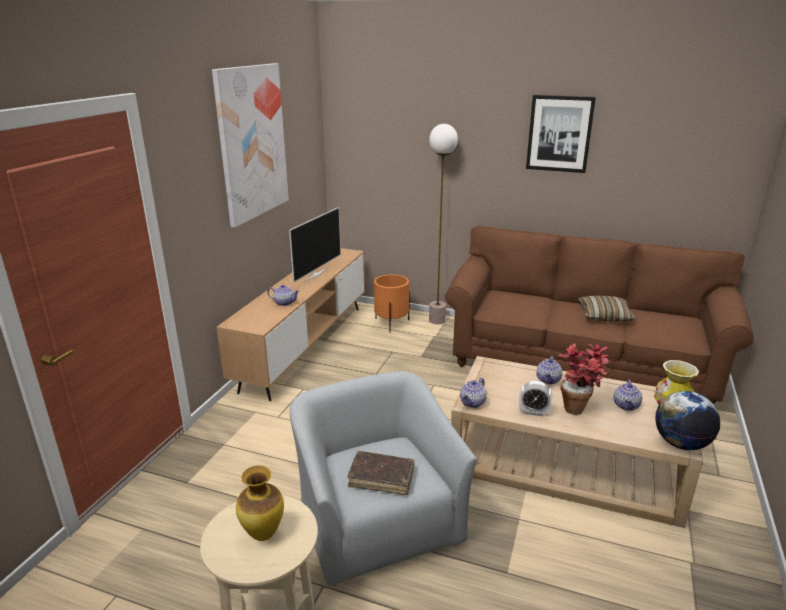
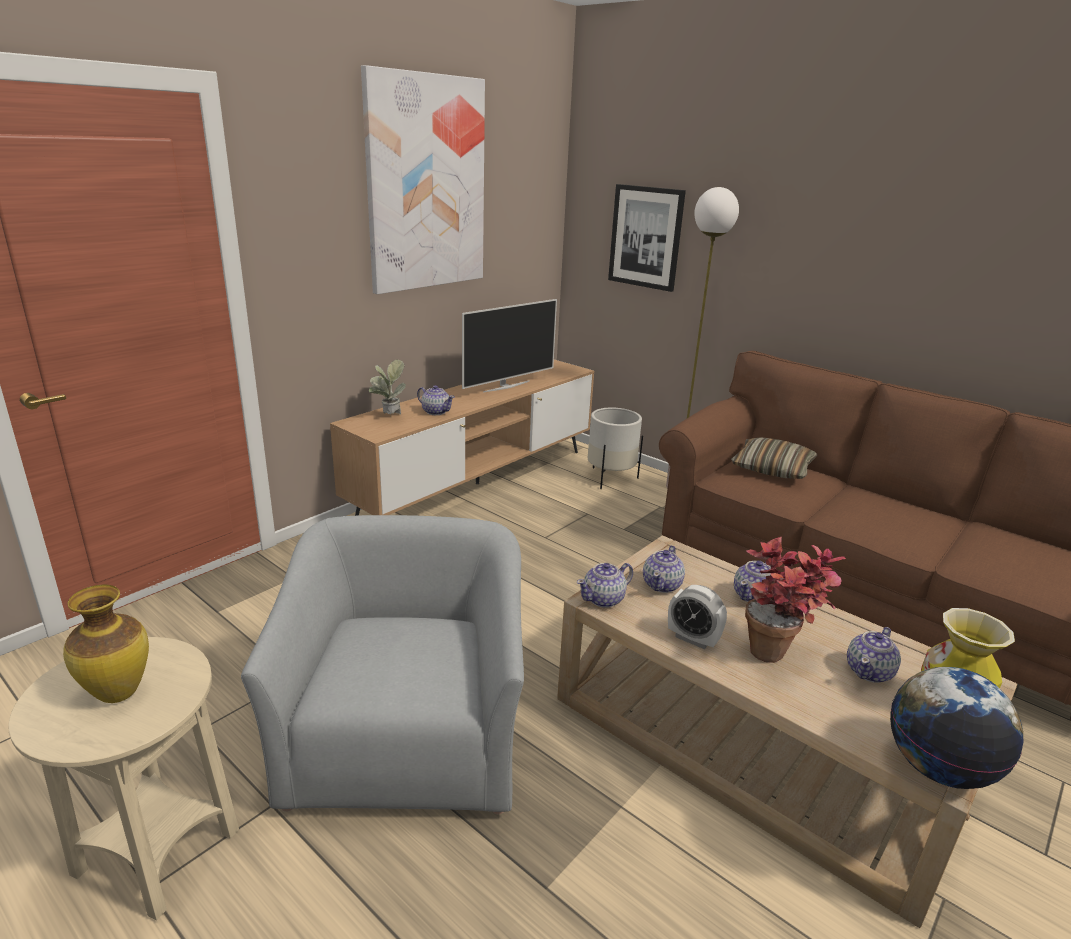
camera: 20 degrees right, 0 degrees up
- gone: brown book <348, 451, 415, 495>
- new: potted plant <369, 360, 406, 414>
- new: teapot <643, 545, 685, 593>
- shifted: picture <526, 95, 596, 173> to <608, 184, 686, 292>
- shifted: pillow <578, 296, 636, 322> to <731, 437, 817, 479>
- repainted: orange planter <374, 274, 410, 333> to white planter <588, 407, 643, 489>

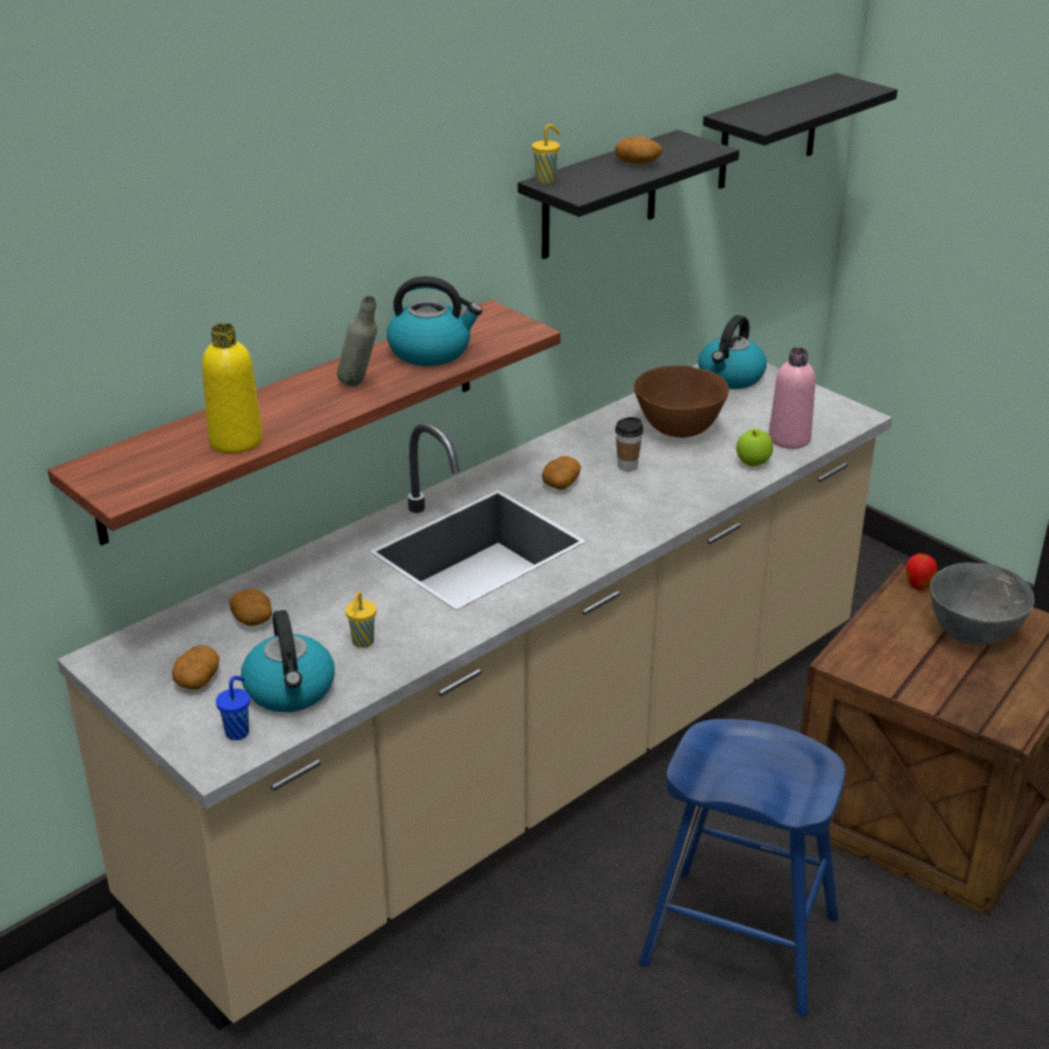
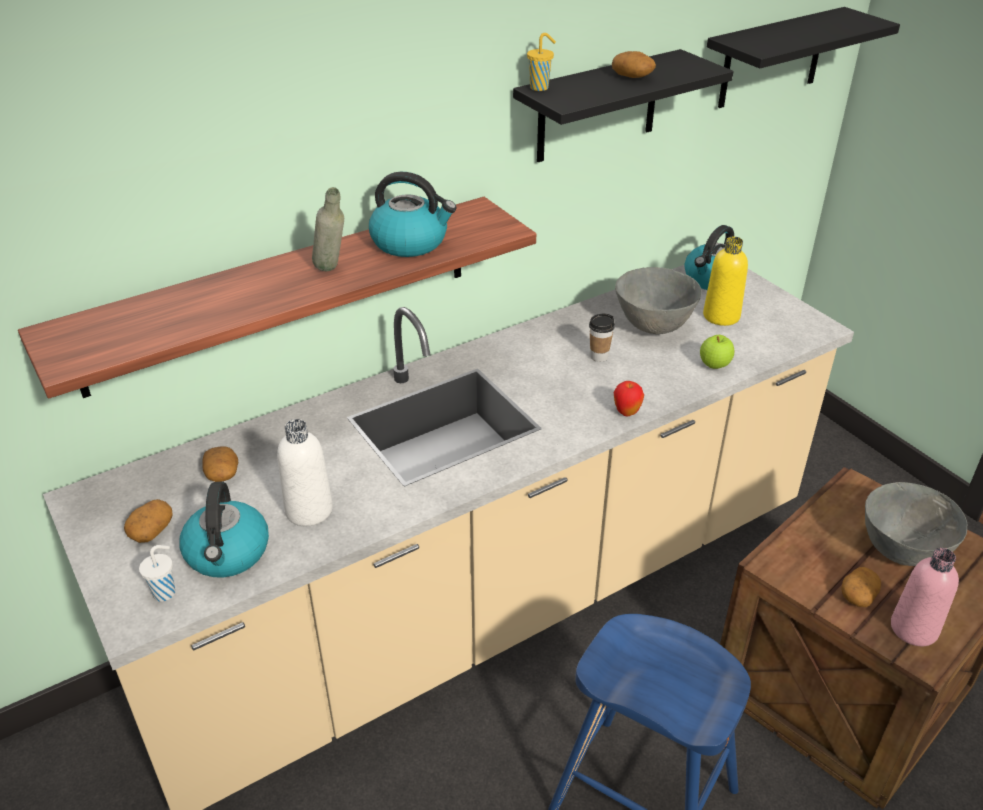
camera: 10 degrees right, 5 degrees up
- shifted: yellow bottle <202, 323, 263, 453> to <703, 237, 748, 326>
- shifted: potato <542, 456, 581, 490> to <841, 567, 881, 607>
- shifted: pink bottle <769, 347, 816, 449> to <891, 548, 959, 646>
- shifted: apple <906, 553, 937, 590> to <614, 381, 644, 416>
- swapped: yellow cup <345, 592, 377, 648> to white bottle <277, 419, 333, 526>
- repainted: blue cup <216, 676, 250, 740> to white cup <139, 545, 175, 602>
- repainted: brown bowl <634, 365, 729, 438> to grey bowl <615, 267, 702, 334>

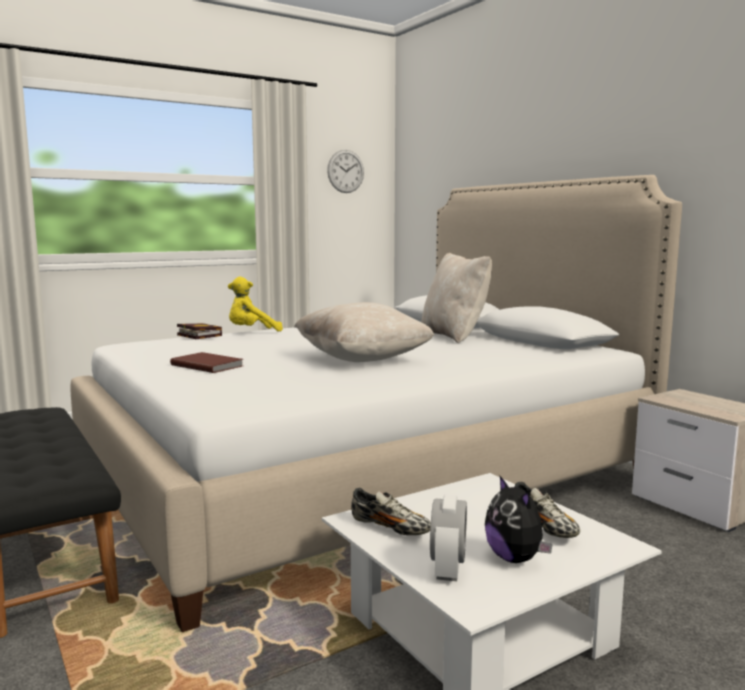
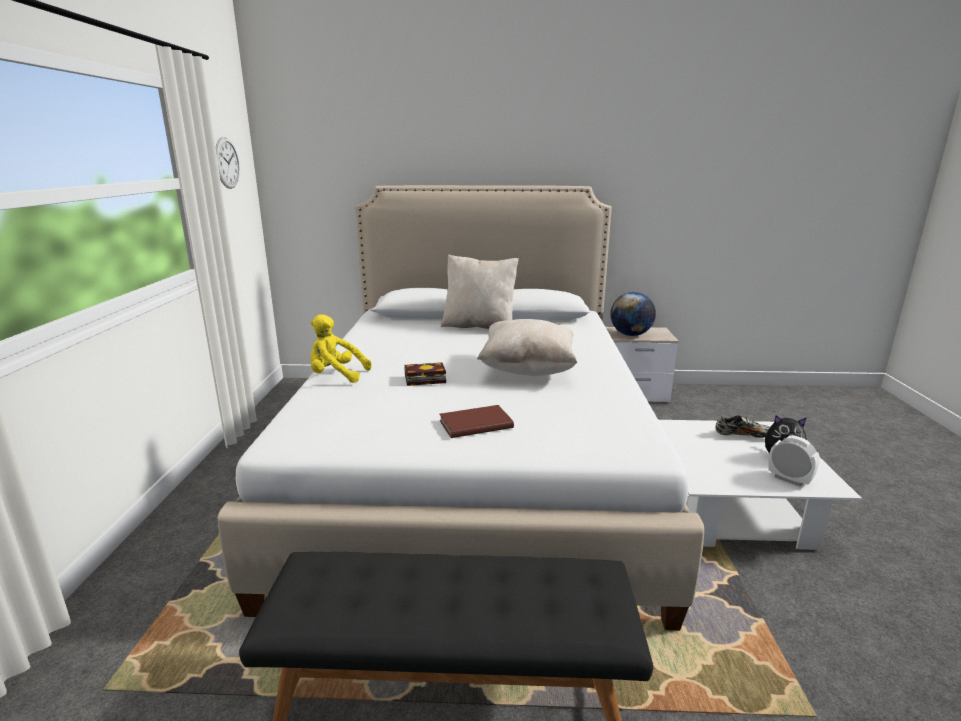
camera: 55 degrees left, 10 degrees up
- gone: shoe <351, 488, 431, 535>
- new: globe <610, 292, 656, 336>
- shifted: book <177, 323, 222, 339> to <404, 362, 446, 386>
- rotated: yellow plush toy <228, 277, 283, 332> = <311, 314, 372, 383> 90 degrees clockwise

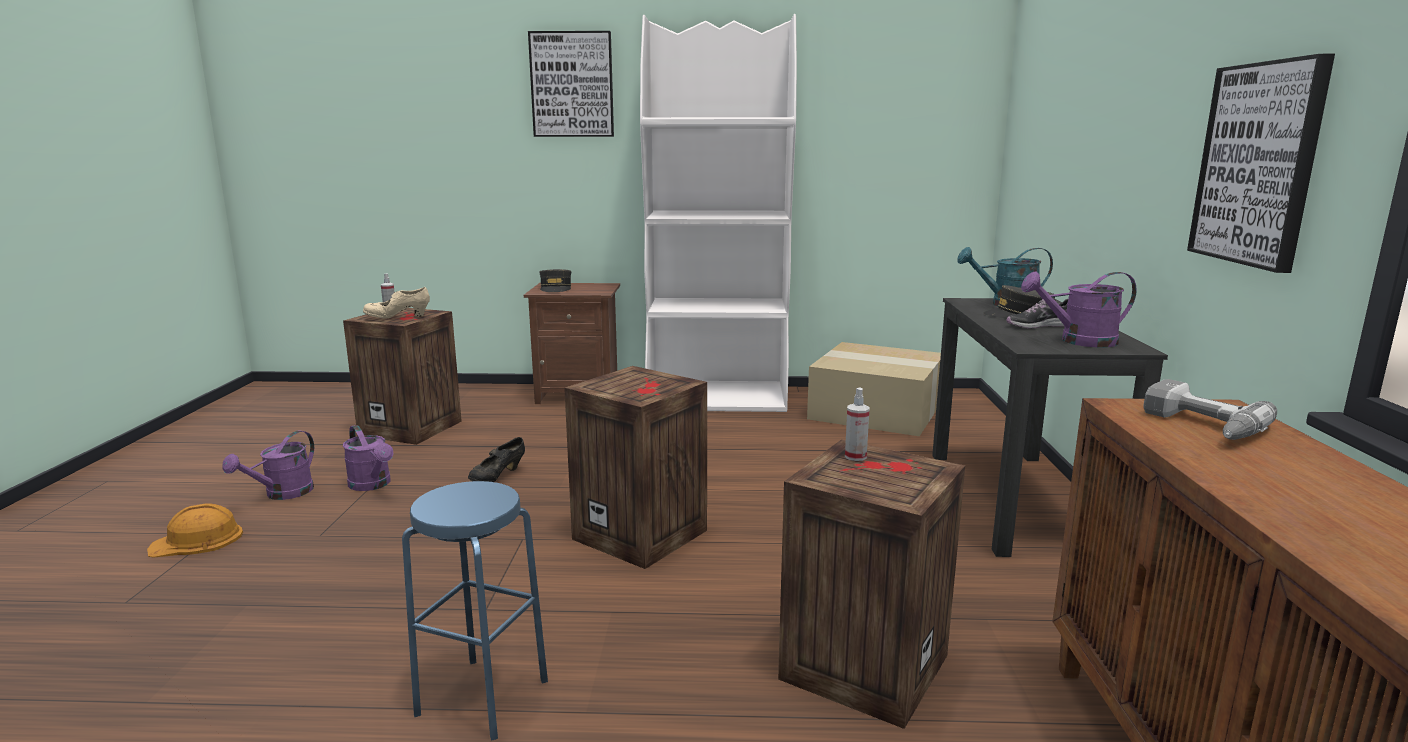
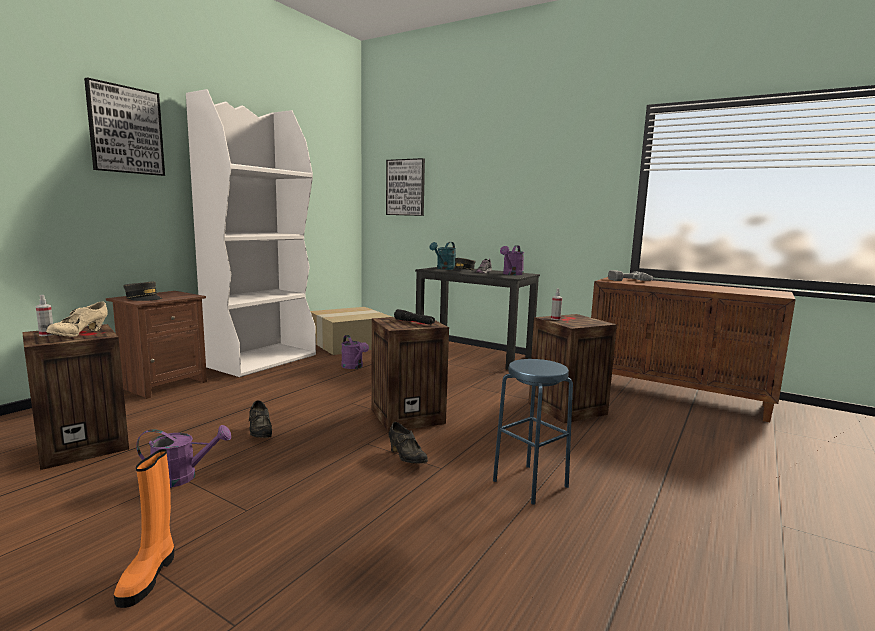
camera: 60 degrees left, 5 degrees down
- new: black shoe <389, 422, 428, 464>
- new: black flashlight <394, 309, 435, 325>
- shifted: purple watering can <222, 430, 314, 500> to <341, 335, 369, 369>
- shifted: picture <1187, 54, 1335, 273> to <386, 158, 425, 216>
- swapped: orange hard hat <147, 503, 243, 558> to orange boot <114, 449, 174, 608>

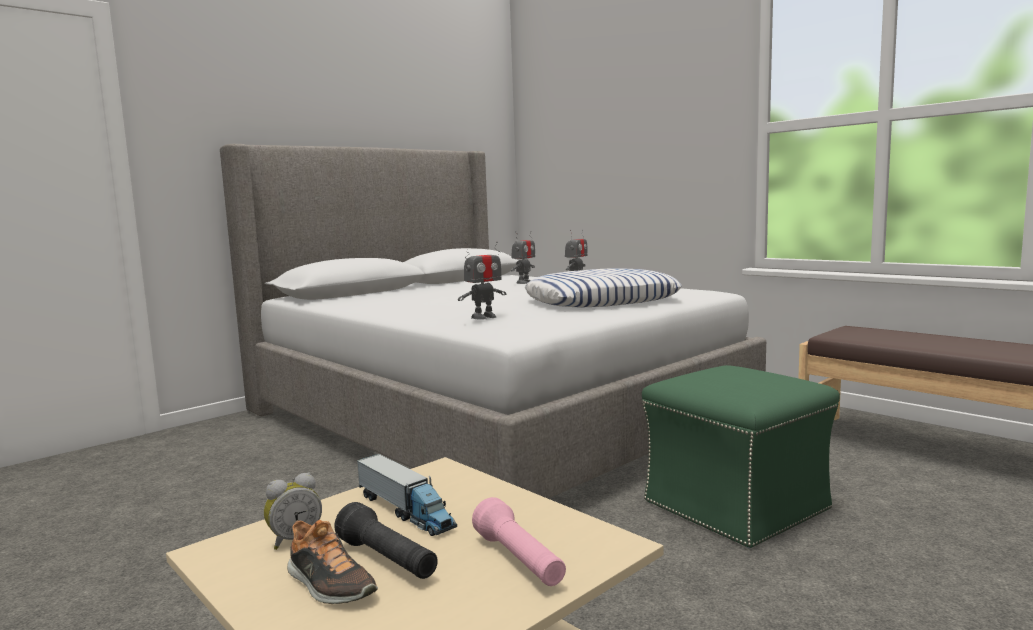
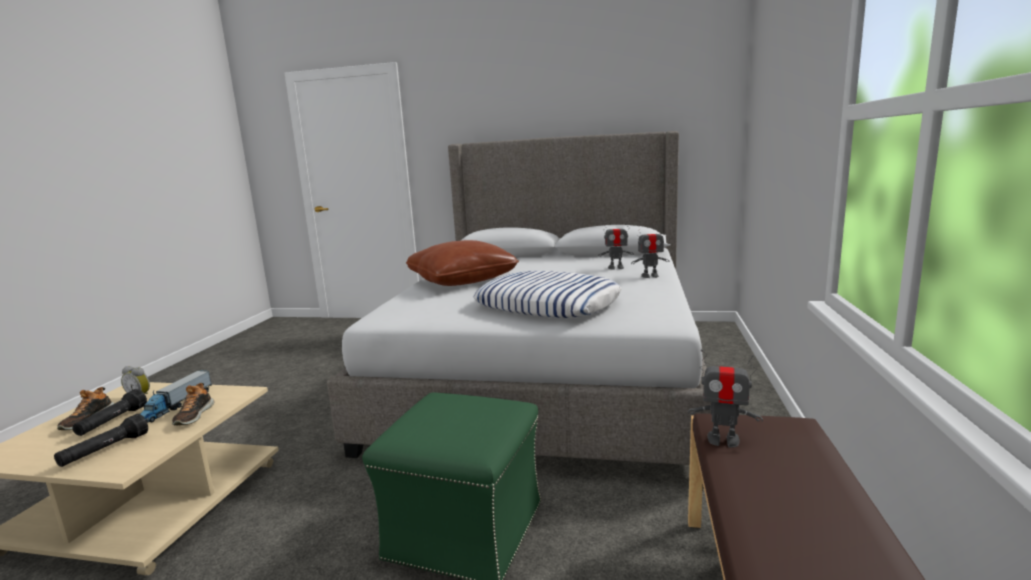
camera: 55 degrees right, 5 degrees up
- new: shoe <172, 383, 214, 425>
- new: brown pillow <406, 240, 519, 286>
- shifted: toy robot <458, 241, 507, 320> to <688, 349, 763, 447>
- repainted: pink flashlight <472, 497, 566, 586> to black flashlight <54, 414, 148, 467>

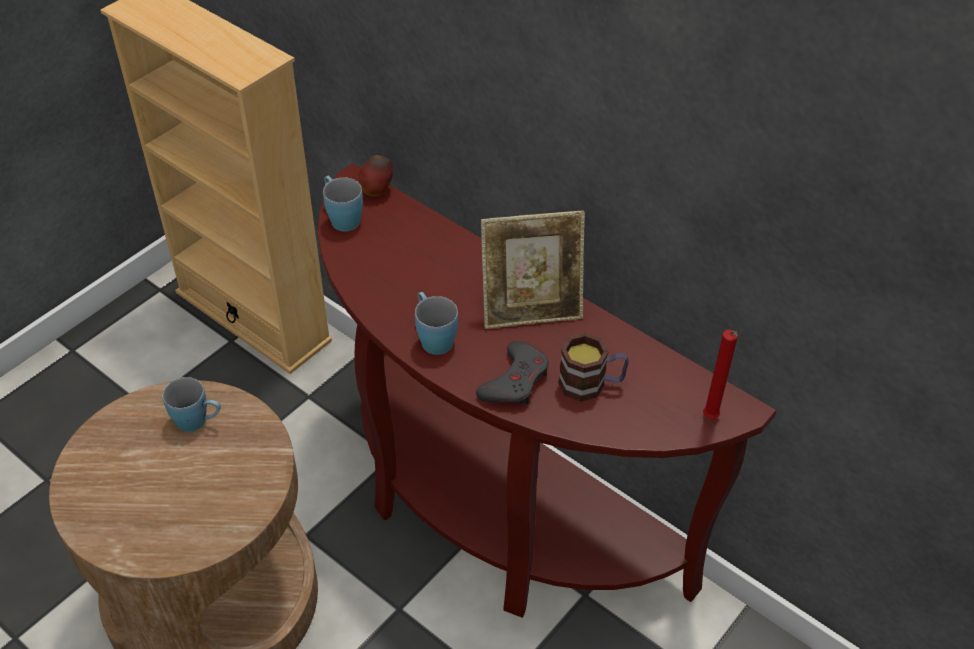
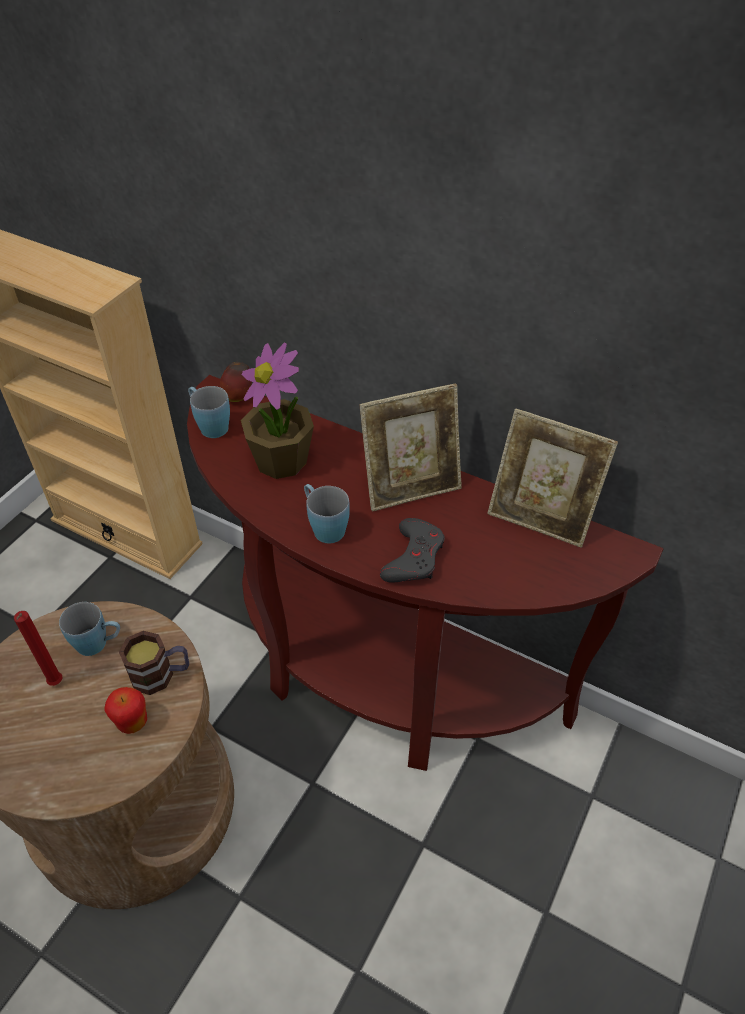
camera: 10 degrees left, 0 degrees up
- new: apple <104, 687, 147, 734>
- new: potted plant <241, 343, 314, 479>
- new: picture frame <487, 408, 618, 548>
- shifted: mug <558, 333, 629, 402> to <119, 631, 189, 695>
- shifted: red candle <703, 330, 738, 419> to <14, 611, 63, 686>

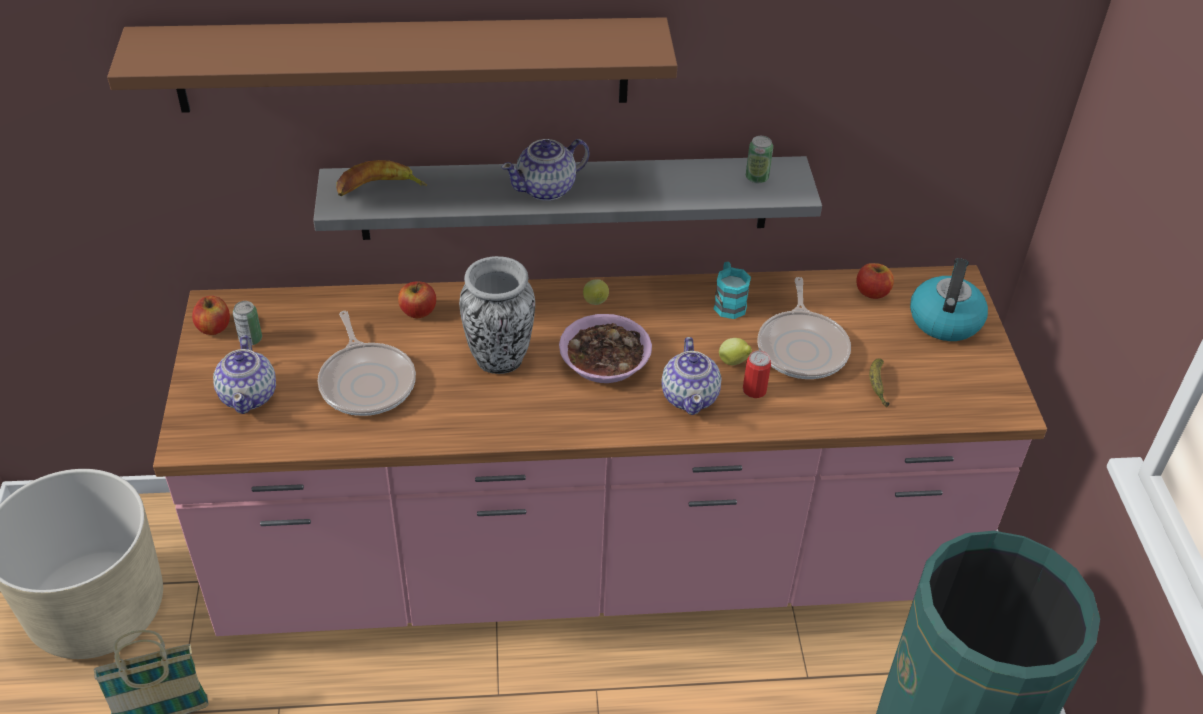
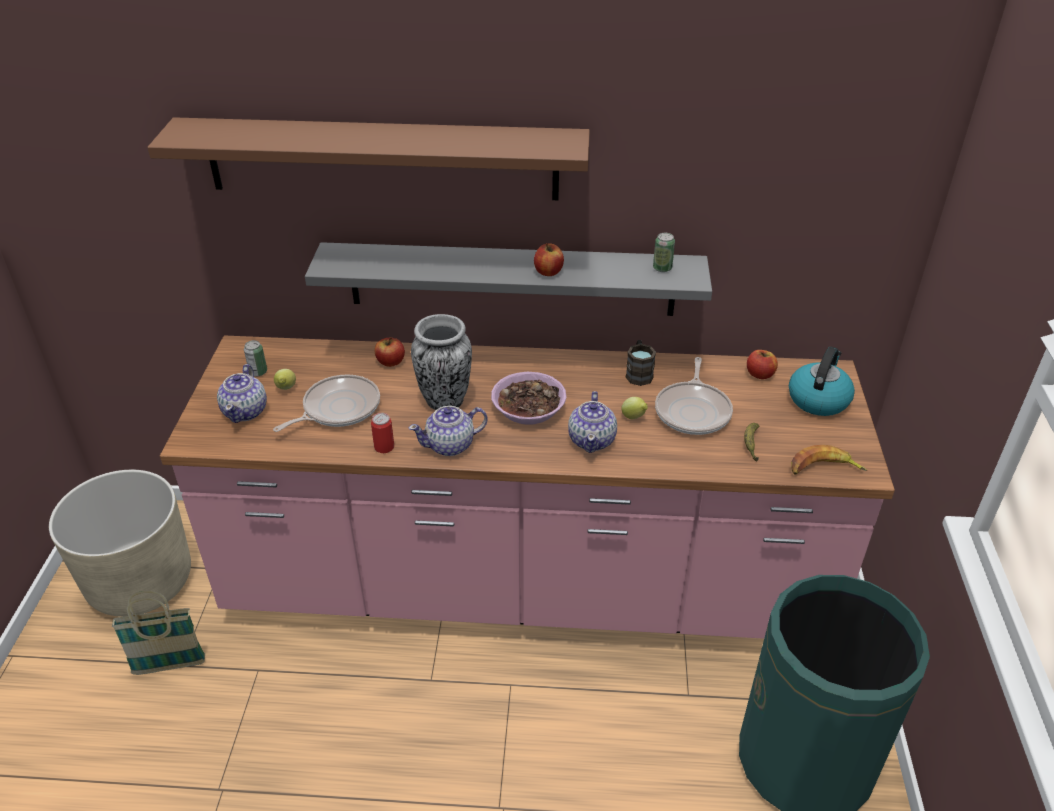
camera: 10 degrees right, 5 degrees down
- shifted: apple <192, 296, 230, 335> to <534, 243, 564, 276>
- shifted: banana <336, 160, 427, 196> to <791, 445, 867, 475>
- shifted: teapot <501, 139, 589, 201> to <408, 406, 488, 456>
- shifted: lemon <583, 279, 609, 305> to <274, 369, 296, 390>
- shifted: can <743, 351, 771, 398> to <371, 413, 394, 453>
- repainted: turquoise mug <714, 262, 751, 319> to brown mug <626, 340, 656, 386>
- rotated: frying pan <318, 311, 416, 416> = <273, 374, 380, 432> 120 degrees counterclockwise

